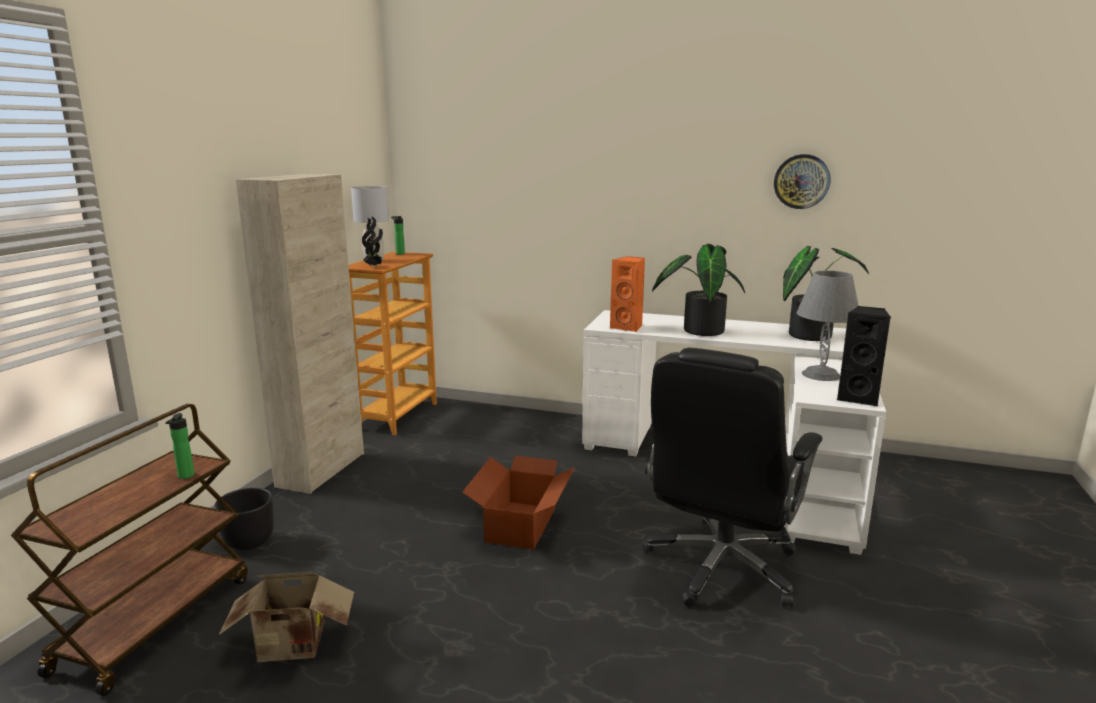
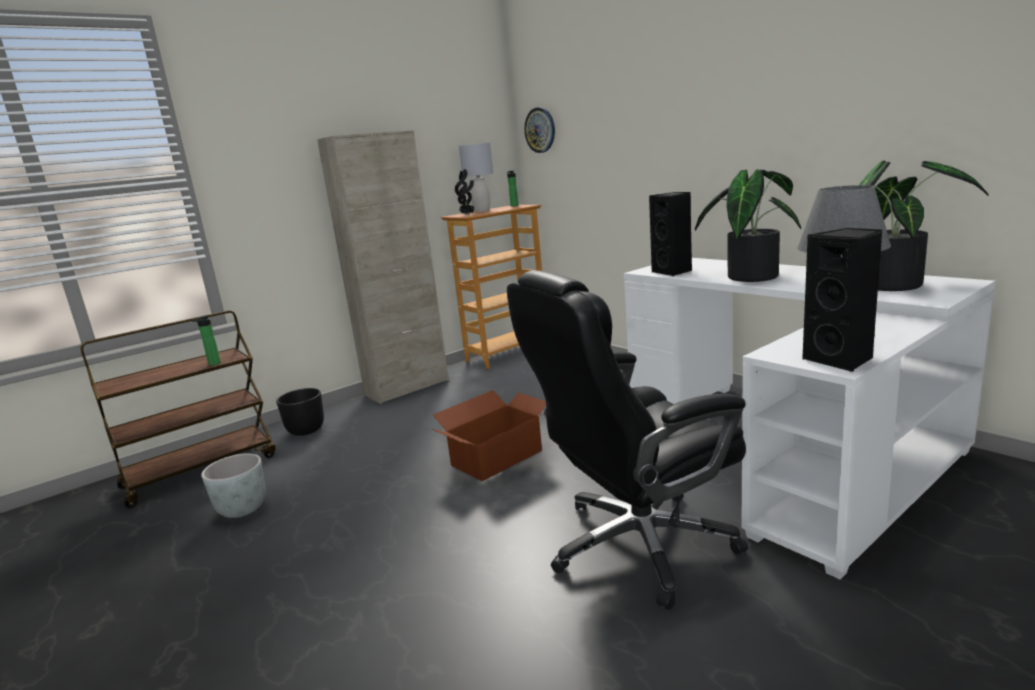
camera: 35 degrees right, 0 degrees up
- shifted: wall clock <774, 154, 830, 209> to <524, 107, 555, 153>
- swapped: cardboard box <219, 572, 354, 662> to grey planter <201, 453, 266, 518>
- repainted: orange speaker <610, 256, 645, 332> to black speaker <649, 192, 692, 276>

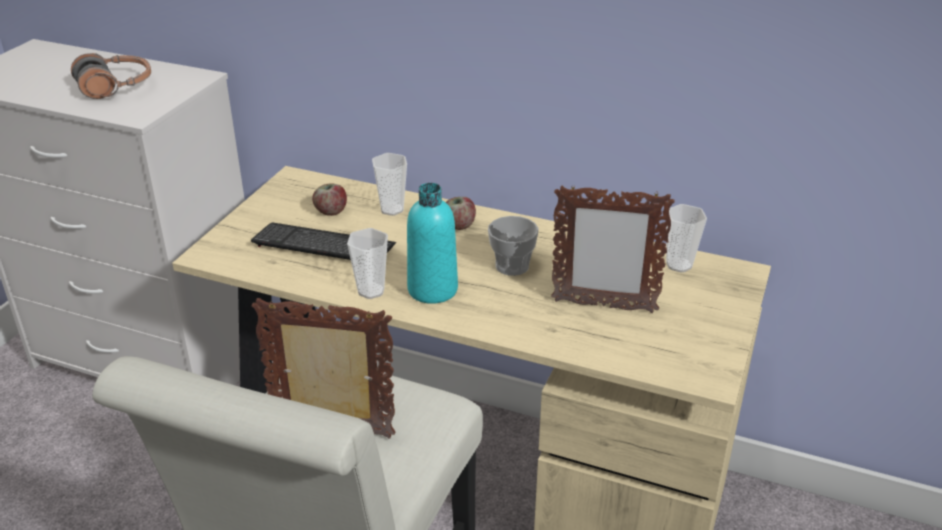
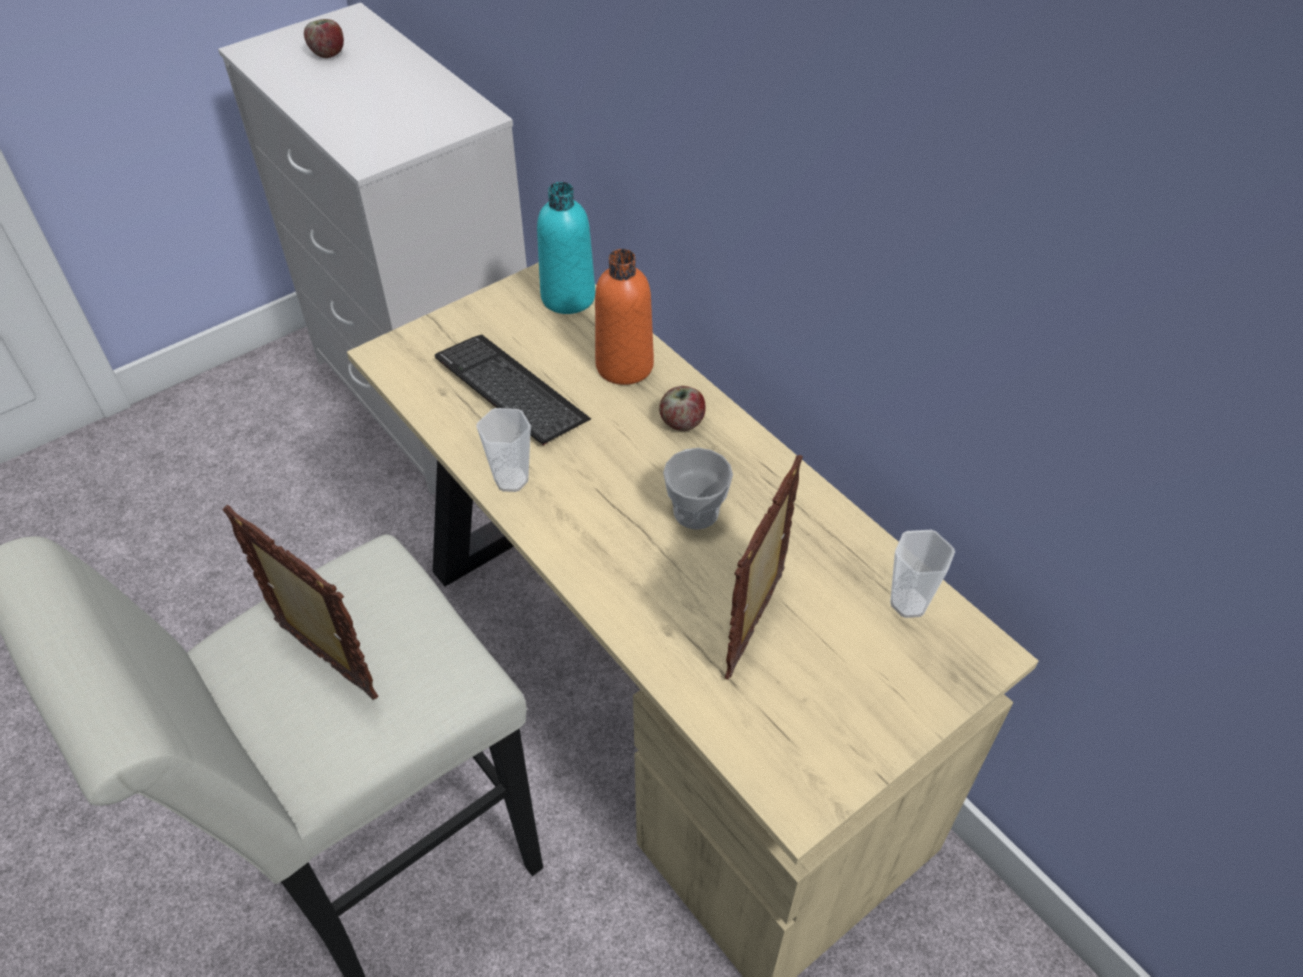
camera: 30 degrees right, 15 degrees up
- gone: headphones <71, 53, 151, 99>
- shifted: apple <312, 183, 347, 216> to <304, 19, 344, 58>
- shifted: turquoise bottle <407, 183, 458, 304> to <537, 182, 595, 314>
- swapped: cup <372, 153, 407, 216> to orange bottle <595, 249, 654, 385>
- rotated: picture frame <551, 185, 675, 313> = <725, 455, 803, 680> 75 degrees clockwise

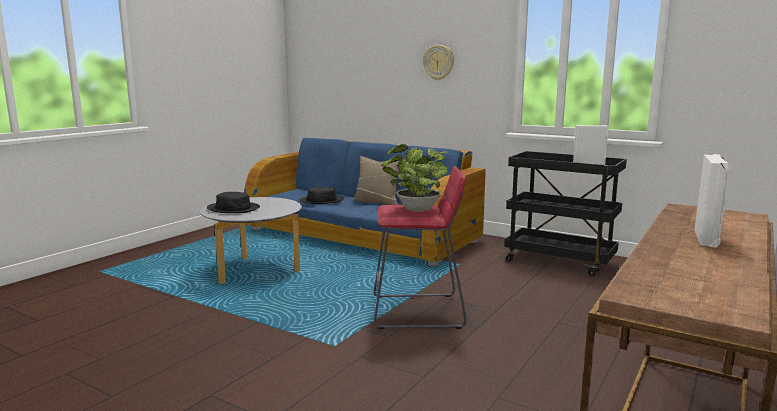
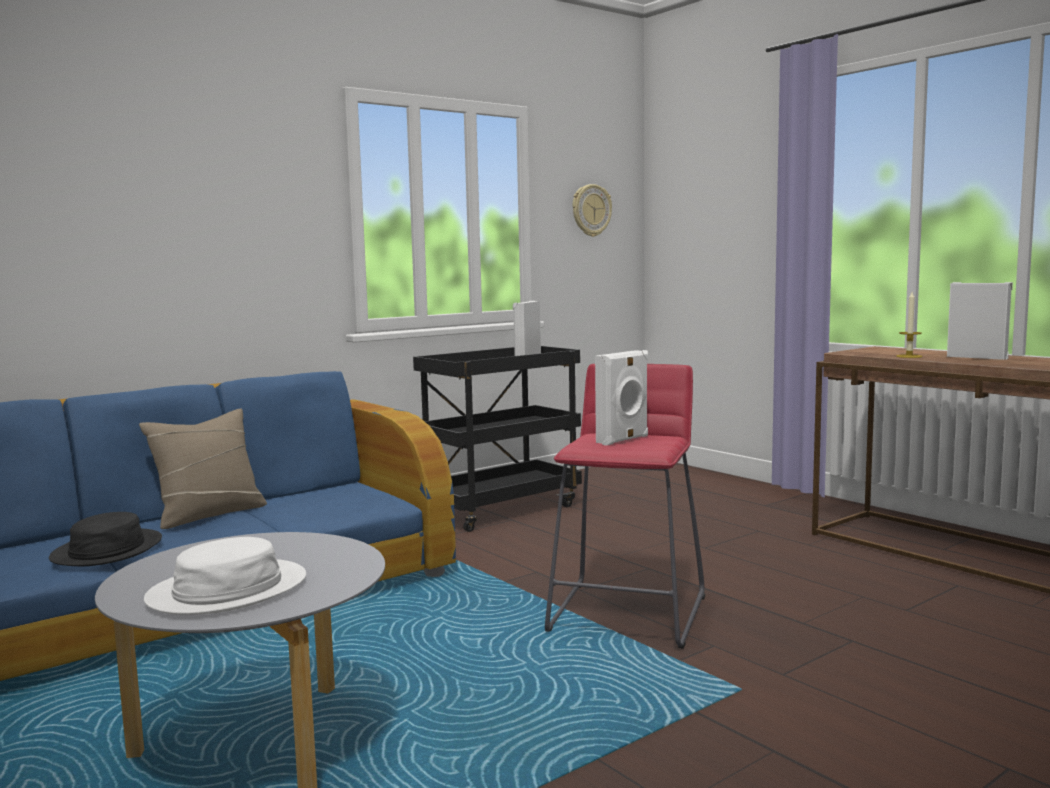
camera: 70 degrees left, 5 degrees down
- new: candle <896, 292, 923, 358>
- shifted: wall clock <423, 45, 454, 80> to <573, 184, 612, 237>
- swapped: potted plant <381, 144, 448, 212> to white speaker <595, 350, 648, 445>
- repainted: black hat <207, 192, 260, 213> to white hat <144, 537, 306, 615>

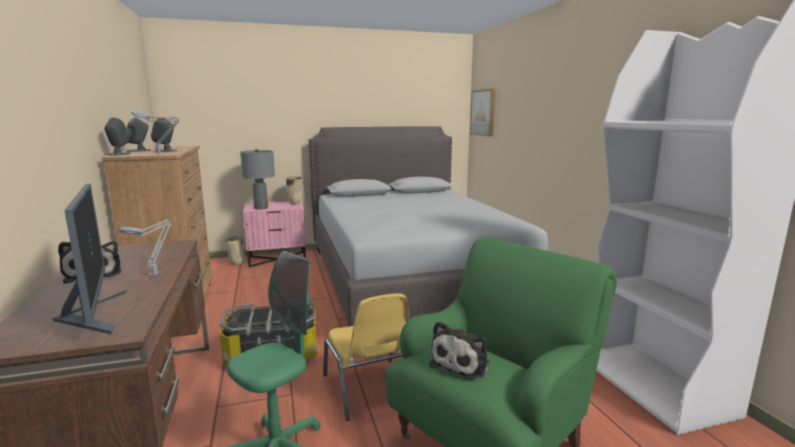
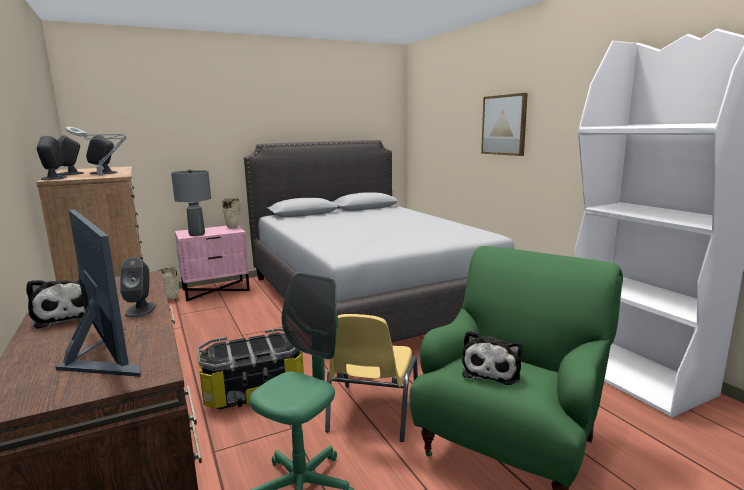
camera: 10 degrees left, 0 degrees up
- shifted: picture <470, 89, 495, 136> to <481, 93, 528, 156>
- swapped: grey table lamp <117, 219, 171, 276> to grey speaker <120, 257, 156, 318>
- rotated: yellow chair <323, 293, 409, 421> = <325, 314, 418, 442> 45 degrees clockwise

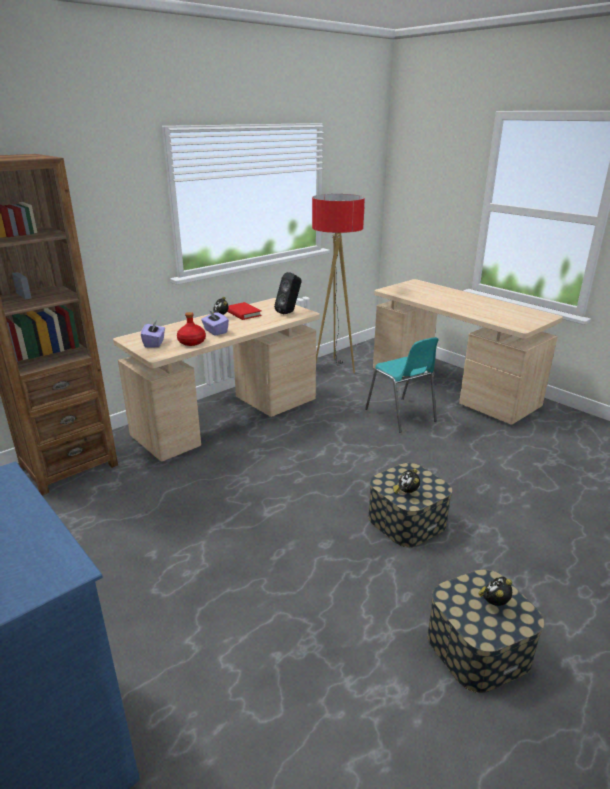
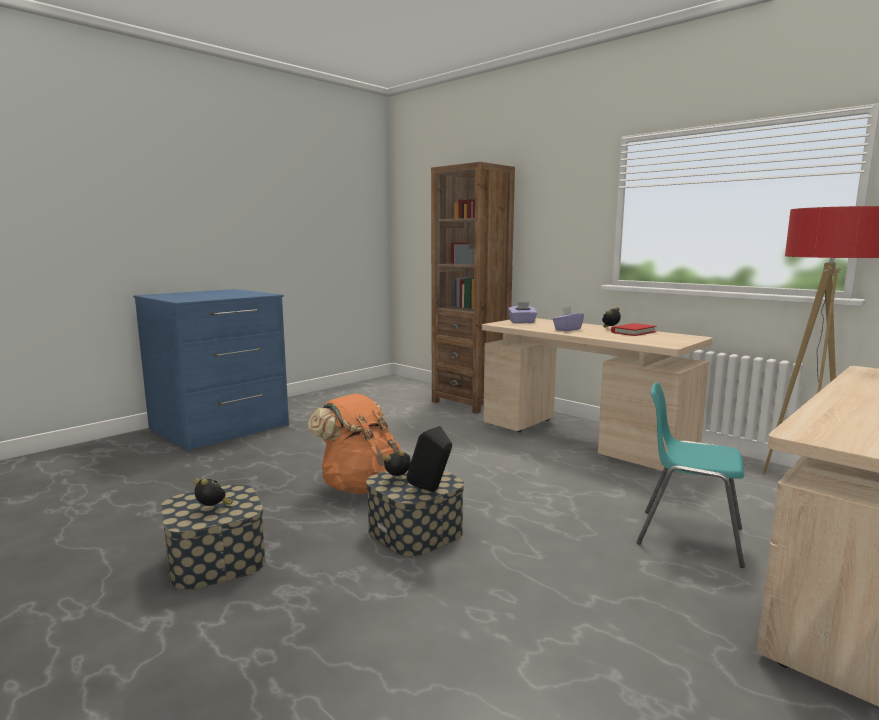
camera: 85 degrees right, 15 degrees down
- gone: red bottle <177, 312, 206, 346>
- new: orange backpack <308, 394, 401, 494>
- shifted: black speaker <274, 272, 302, 315> to <406, 426, 452, 492>
- rotated: turquoise chair <365, 337, 439, 433> = <636, 382, 745, 568> 60 degrees clockwise

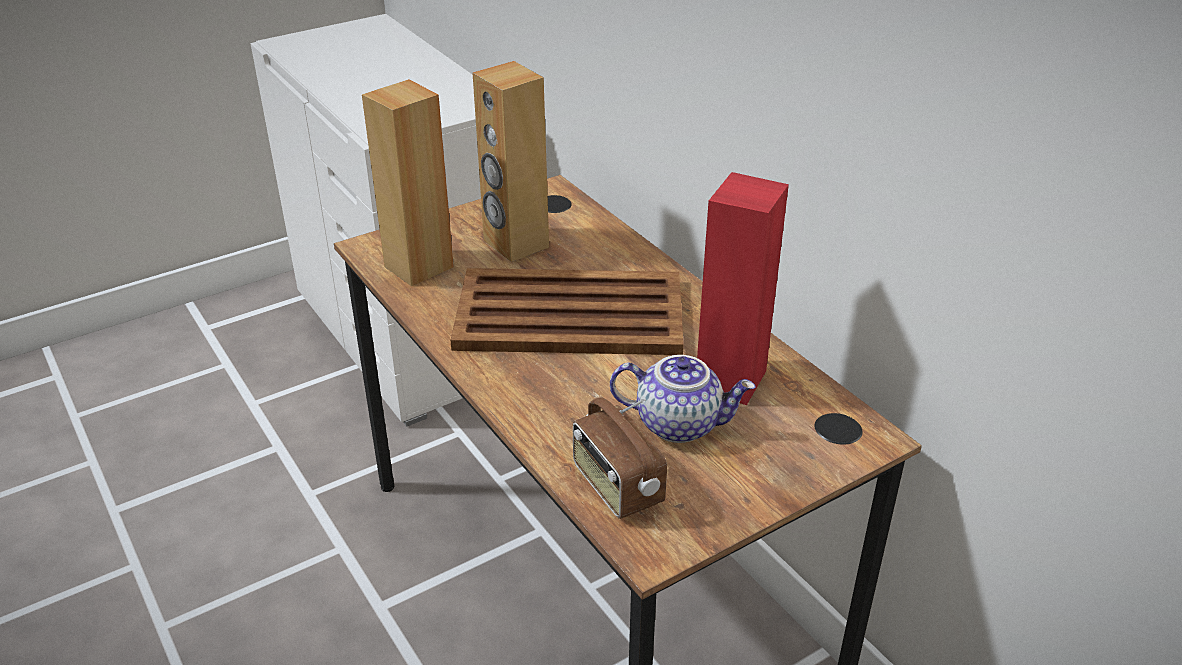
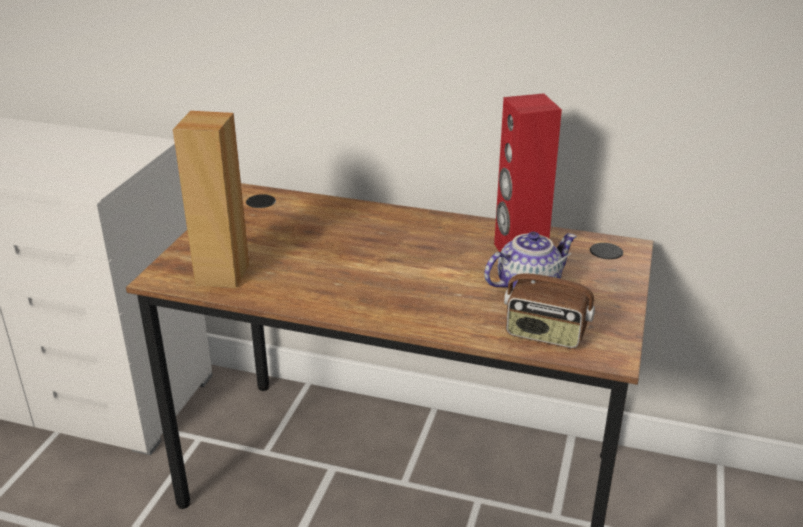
camera: 40 degrees left, 5 degrees down
- gone: brown tray <451, 268, 684, 355>
- gone: brown speaker <473, 61, 549, 262>

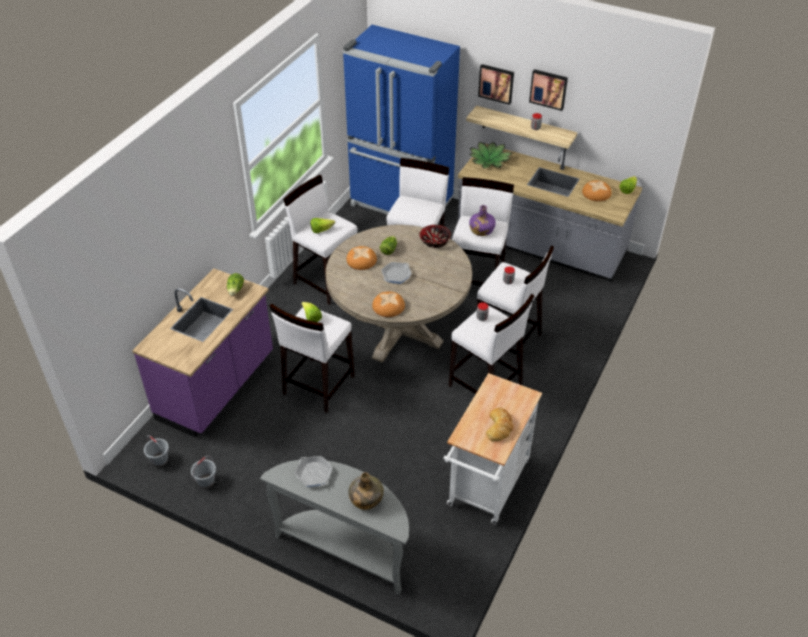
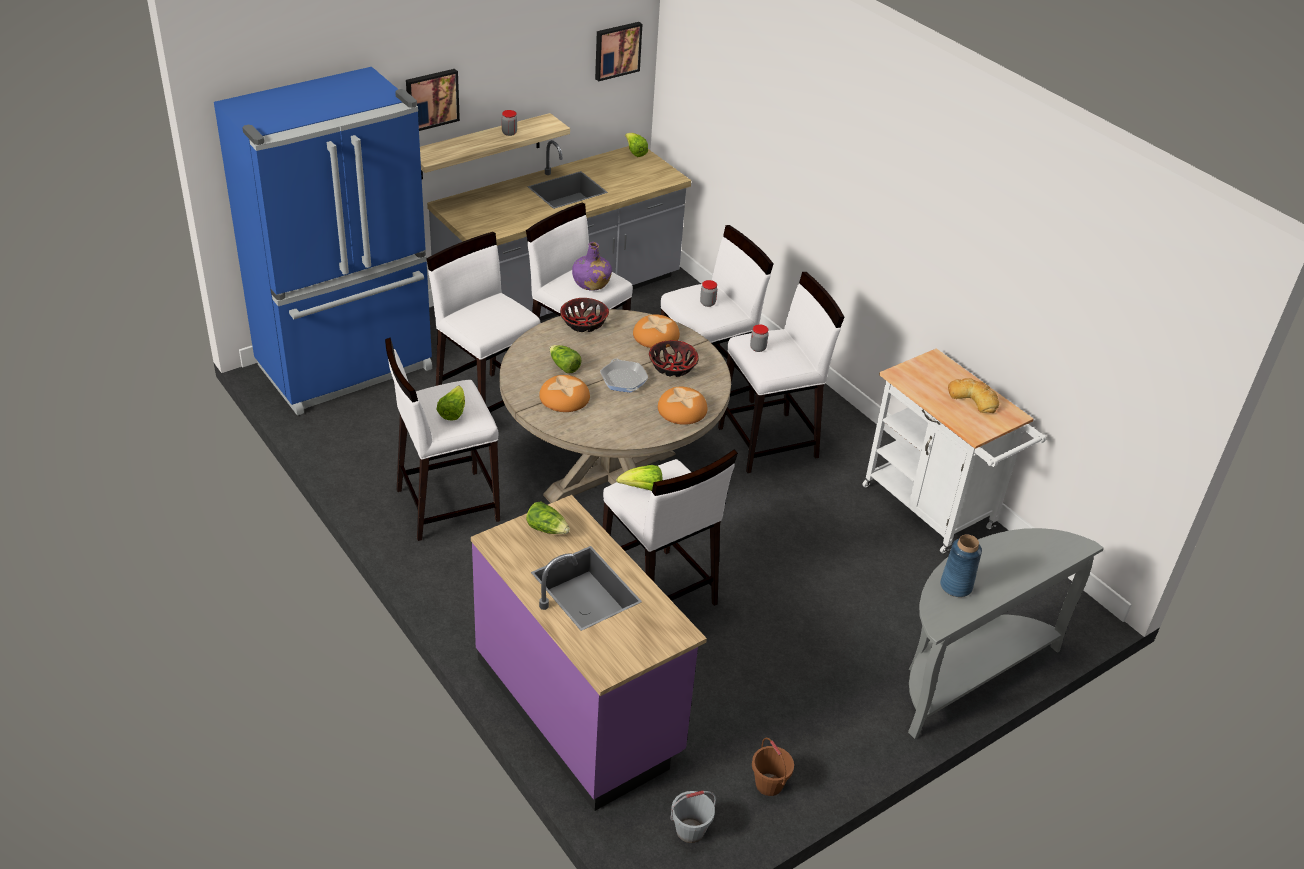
camera: 65 degrees left, 5 degrees down
- gone: green bottle <349, 472, 384, 510>
- gone: potted plant <469, 142, 512, 169>
- new: bowl <649, 340, 699, 377>
- shifted: picture <529, 69, 568, 111> to <595, 22, 642, 81>
- shifted: bread <582, 180, 612, 201> to <633, 314, 680, 348>
- swapped: frying pan <295, 456, 333, 487> to blue vase <940, 535, 982, 597>
- repainted: grey bucket <191, 456, 216, 488> to brown bucket <752, 738, 794, 796>

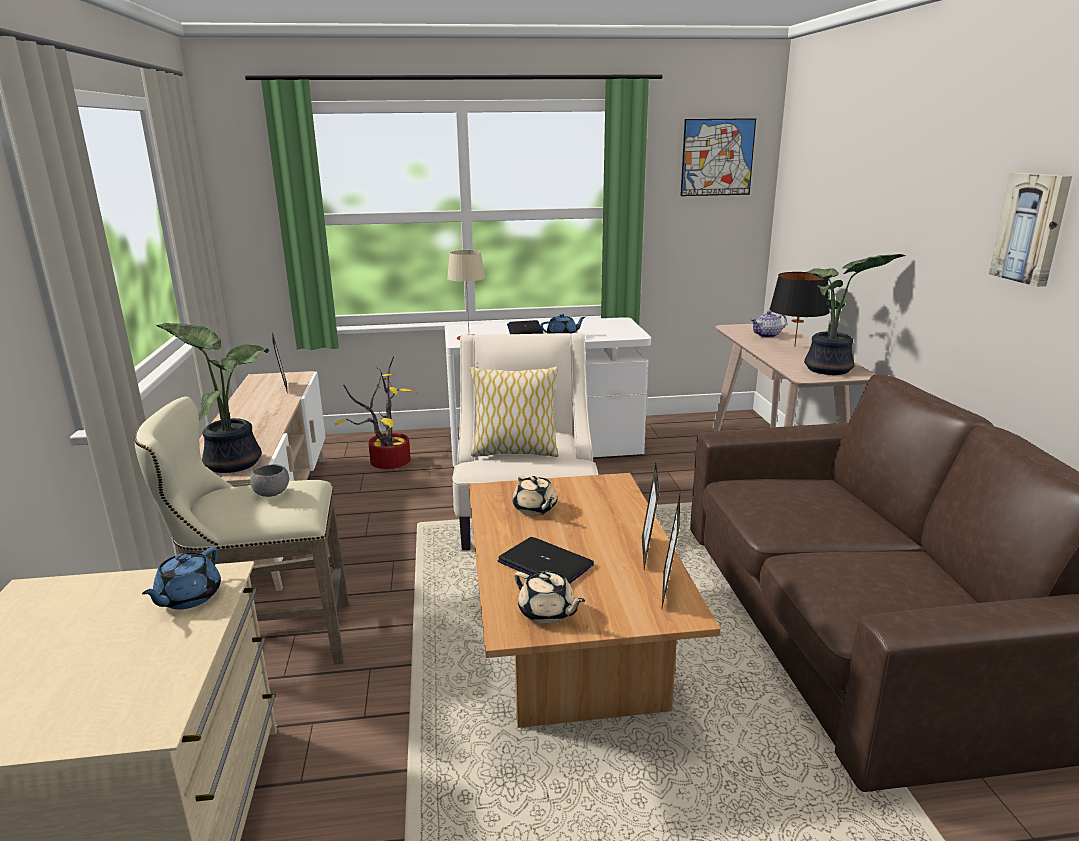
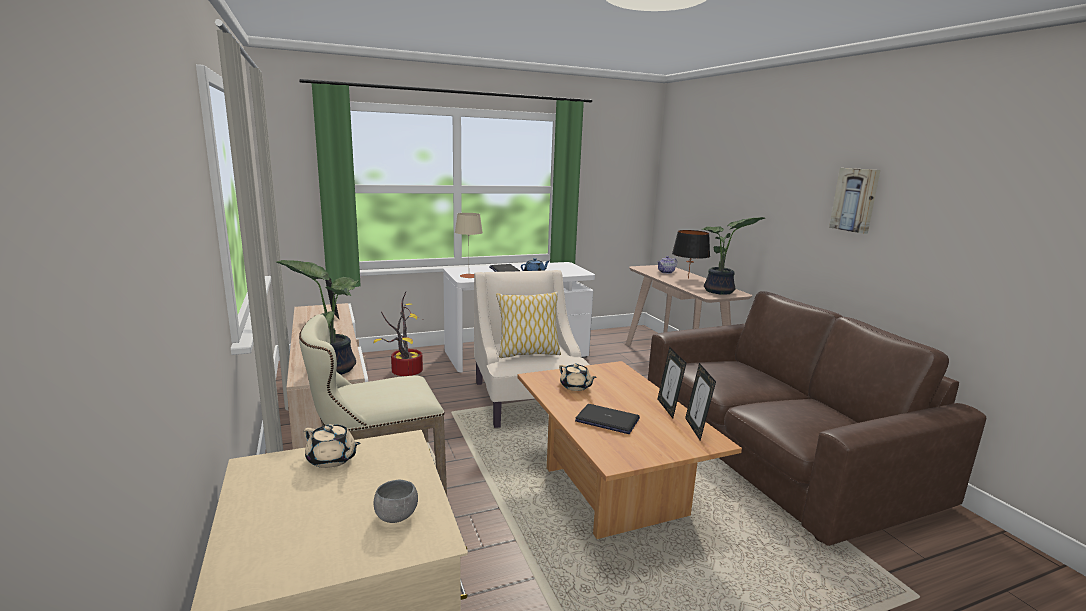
camera: 15 degrees left, 5 degrees down
- gone: blue teapot <142, 547, 221, 609>
- gone: picture <680, 118, 756, 196>
- shifted: grey bowl <250, 464, 289, 497> to <374, 480, 418, 523>
- shifted: beige teapot <514, 571, 585, 624> to <304, 424, 361, 468>

